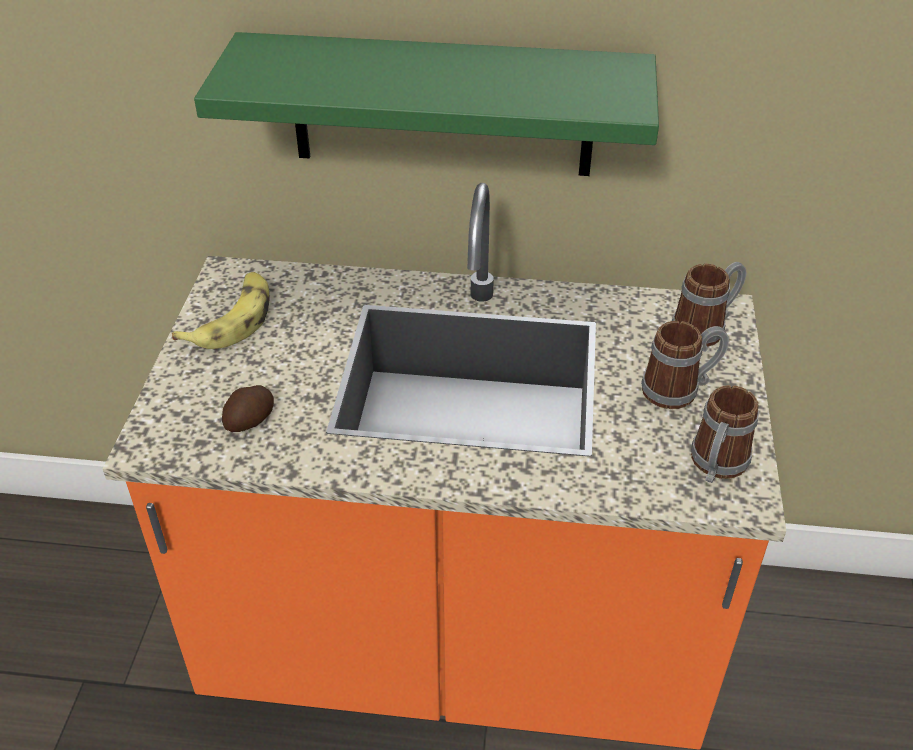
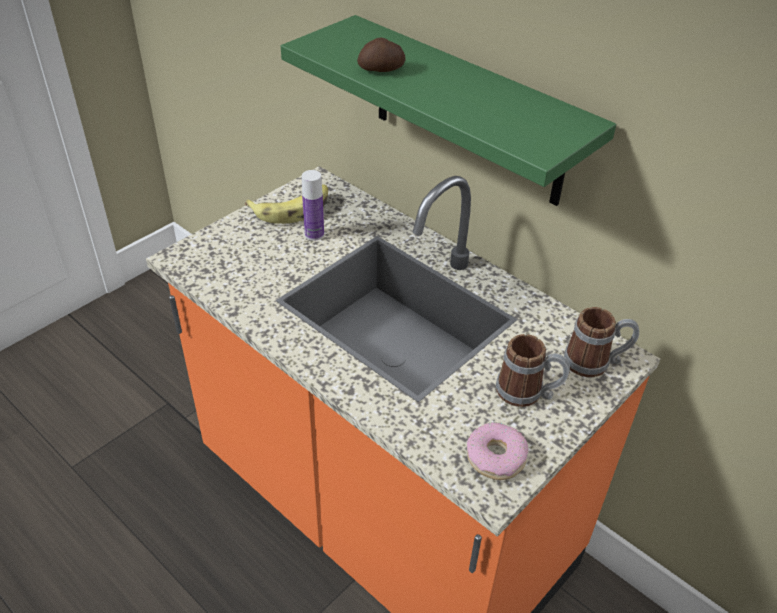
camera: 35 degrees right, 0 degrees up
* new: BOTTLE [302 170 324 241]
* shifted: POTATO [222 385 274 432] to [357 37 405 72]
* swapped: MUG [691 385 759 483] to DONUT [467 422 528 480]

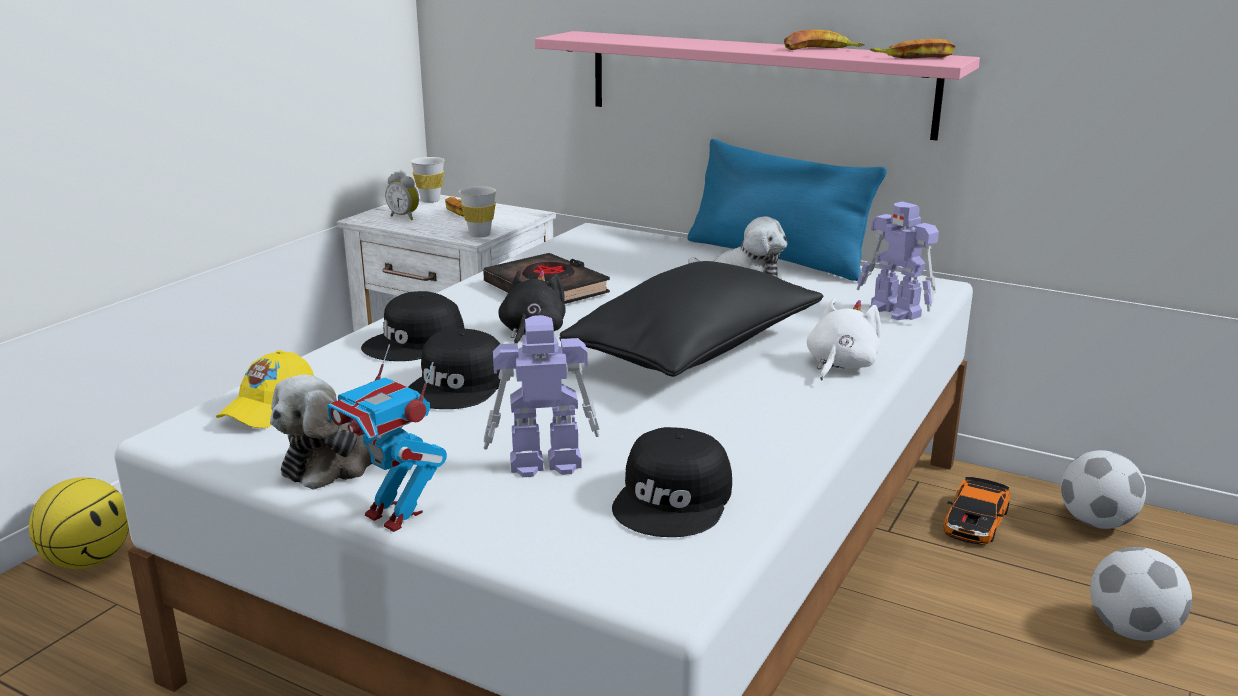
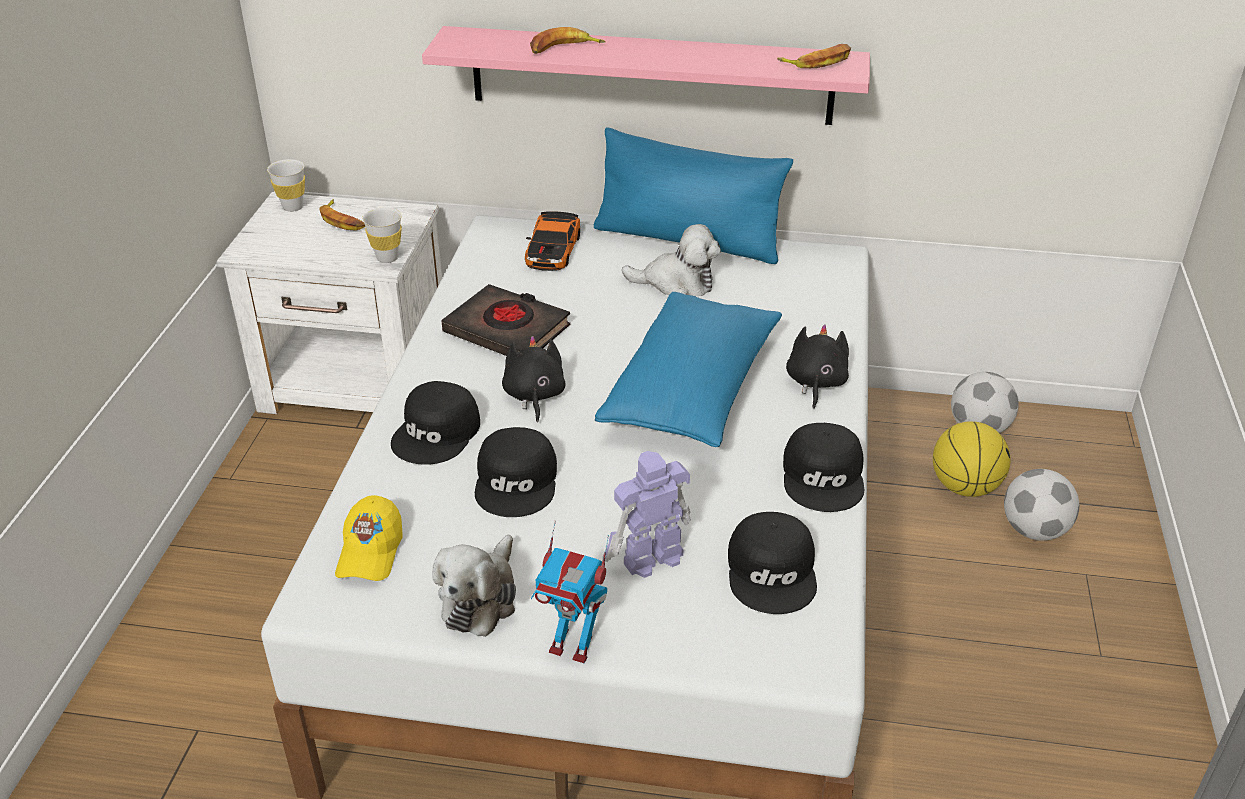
camera: 20 degrees left, 15 degrees up
* gone: ALARM CLOCK [385 174 419 220]
* gone: TOY ROBOT [857 201 939 320]
* new: BLACK CAP [783 423 864 512]
* shifted: BASKETBALL [29 477 129 569] to [933 421 1010 497]
* shifted: BANANA [784 30 865 50] to [530 27 606 54]
* shifted: TOY CAR [943 477 1010 545] to [525 211 580 271]
* repainted: BLACK PILLOW [560 261 823 377] to BLUE PILLOW [595 292 782 447]
* repainted: WHITE PLUSH TOY [807 298 881 381] to BLACK PLUSH TOY [786 324 849 409]

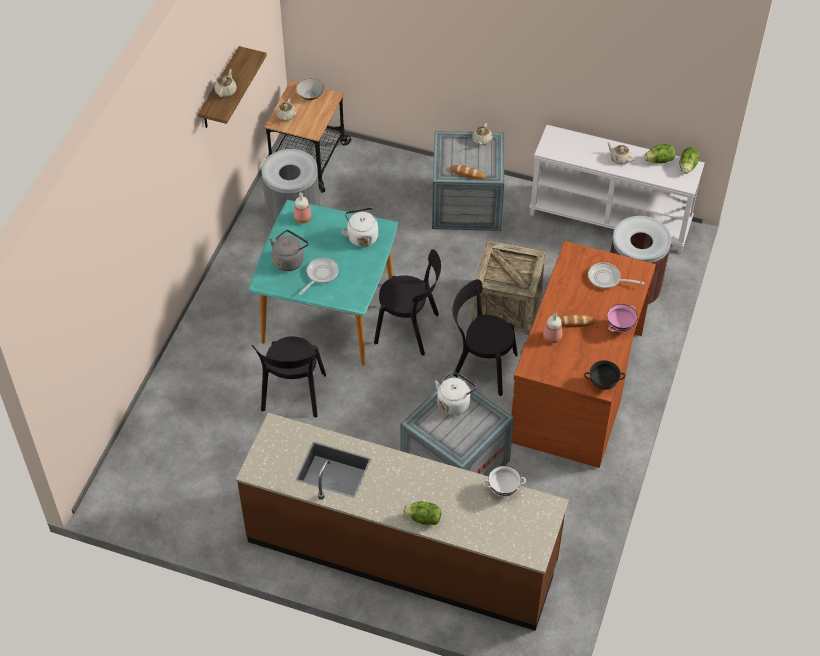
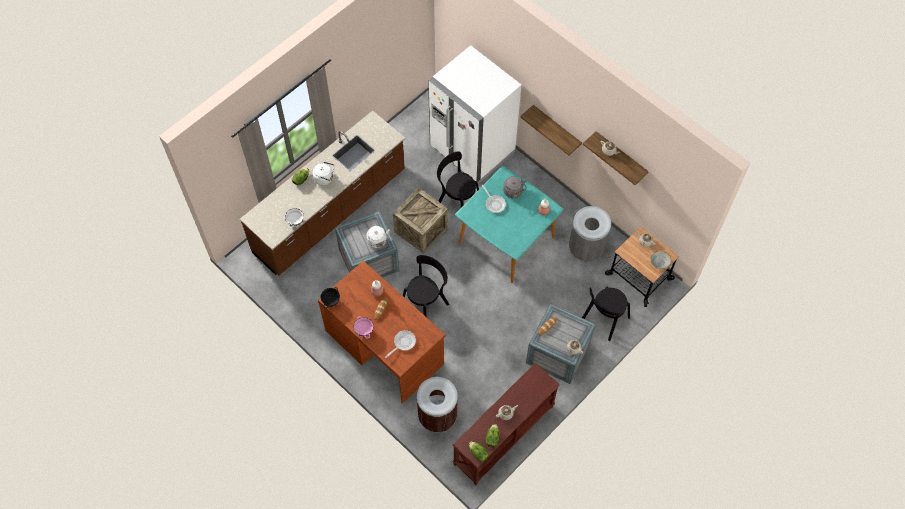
camera: 115 degrees right, 10 degrees up
* new: WHITE FRIDGE [428 45 522 183]
* new: SHELF [520 105 582 155]
* shifted: WHITE KETTLE [341 207 378 247] to [313 160 335 186]
* shifted: BLACK CHAIR [374 249 441 356] to [582 287 630 341]
* shifted: CRATE [471 240 546 335] to [393 187 448 254]
* repainted: WHITE CONSOLE TABLE [529 125 704 253] to BROWN CONSOLE TABLE [453 363 560 485]

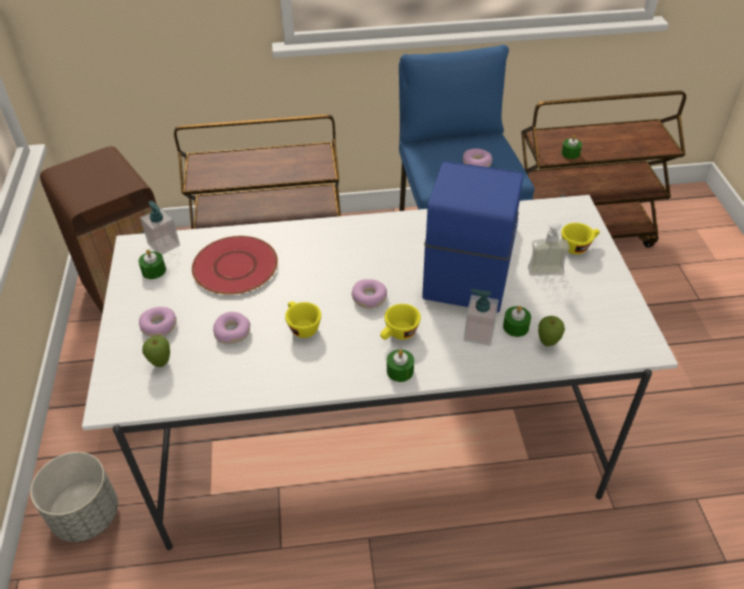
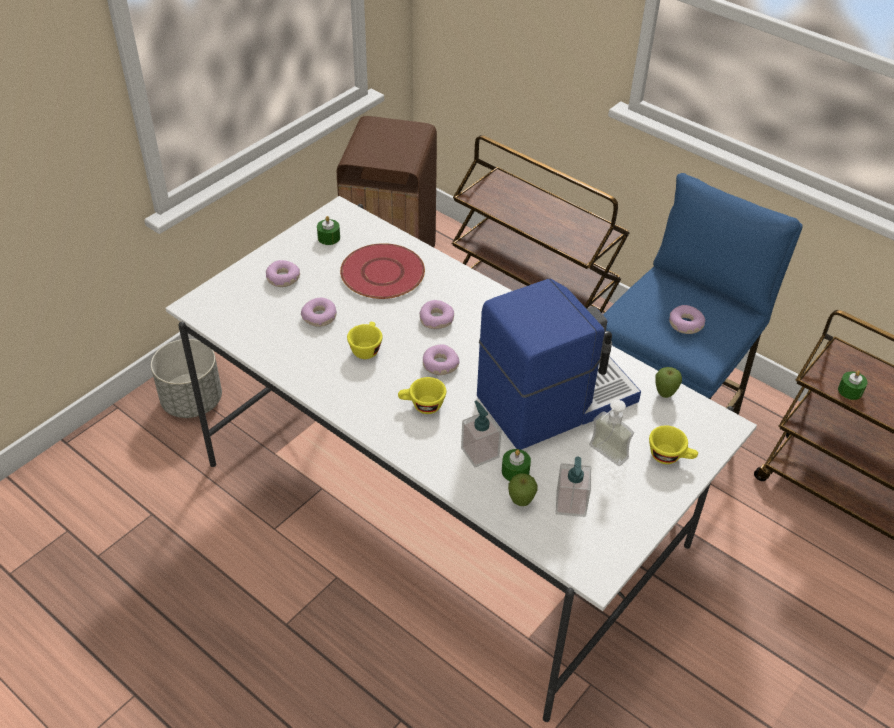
camera: 45 degrees right, 0 degrees up
* gone: GREEN CANDLE [387 349 414 382]
* new: DONUT [419 300 454 329]
* shifted: SOAP DISPENSER [140 201 180 255] to [556 457 591 517]
* shifted: APPLE [142 336 170 367] to [655 367 682 398]

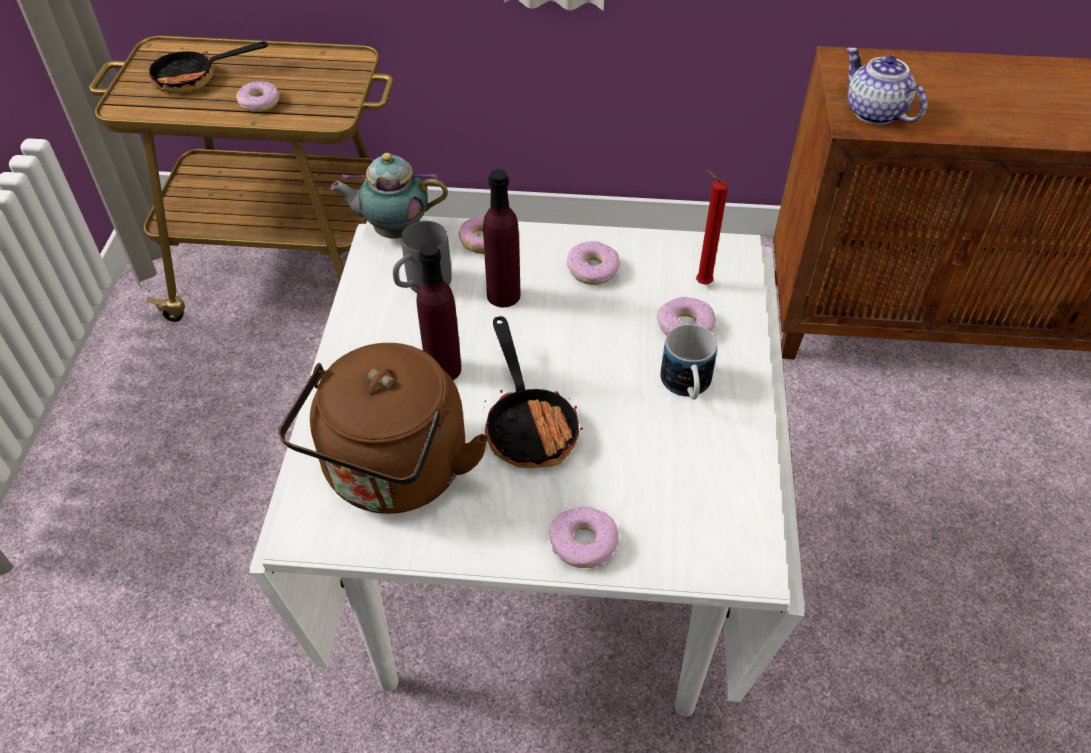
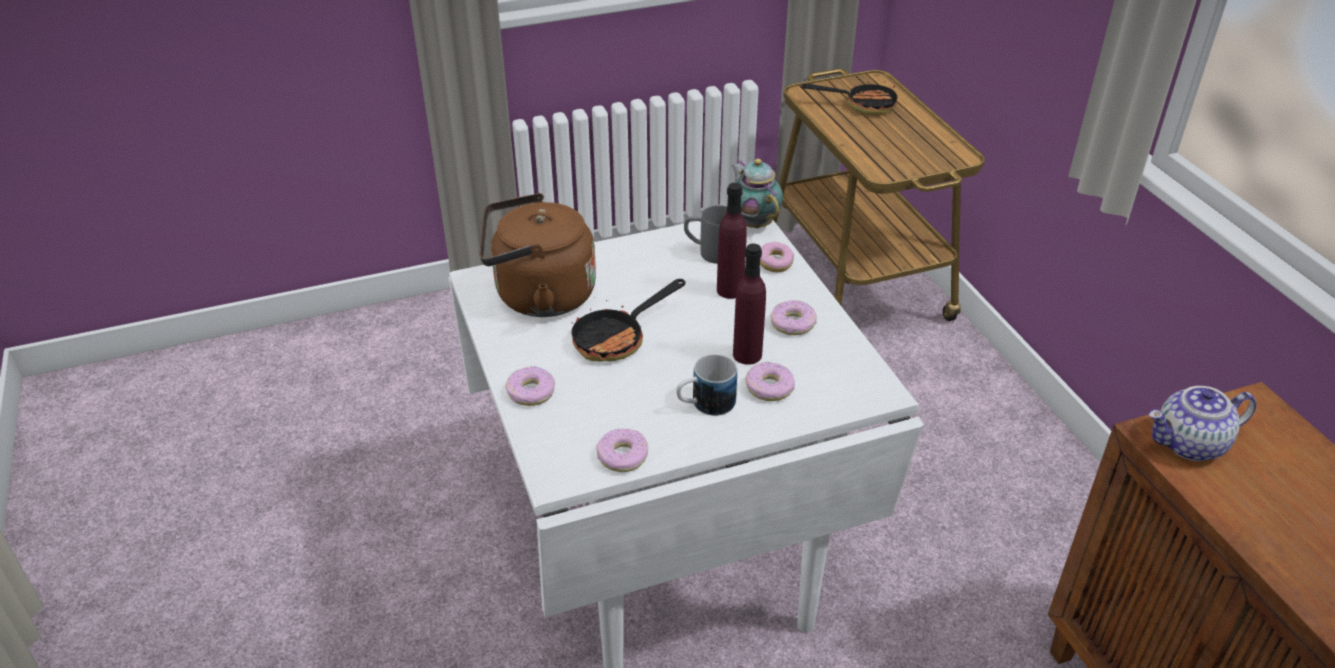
camera: 65 degrees right, 10 degrees down
* gone: RED CANDLE [696 170 728 284]
* shifted: DONUT [236 81 280 112] to [597 429 648 472]
* shifted: PURPLE BOTTLE [416 243 461 380] to [733 243 766 365]
* rotated: FRYING PAN [149 38 268 93] = [802 80 897 115] 135 degrees clockwise
* rotated: TEAPOT [847 47 927 125] = [1149 386 1257 461] 135 degrees counterclockwise

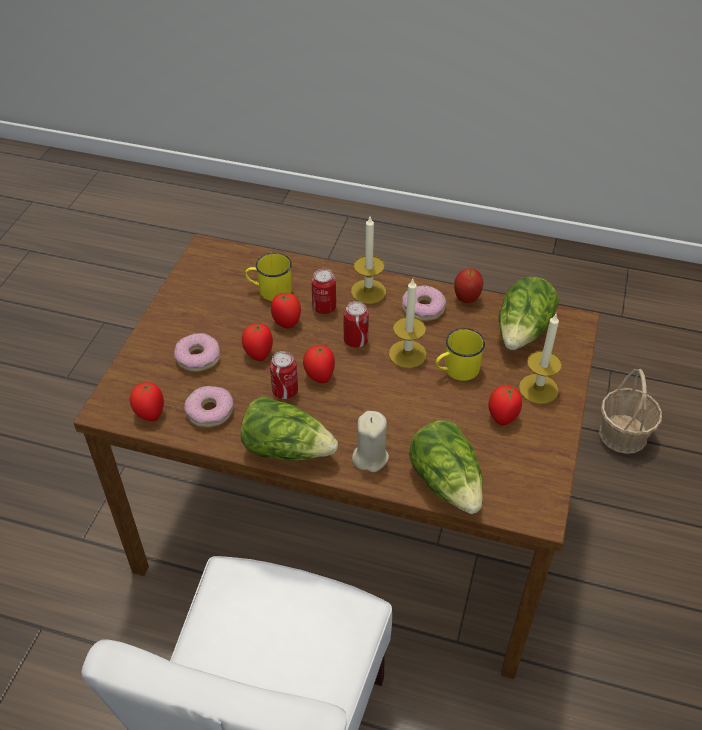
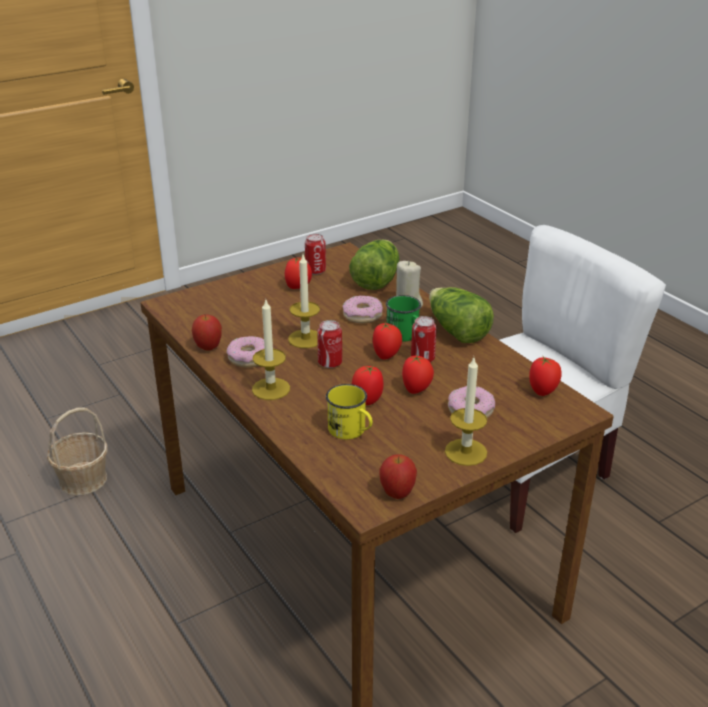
camera: 140 degrees left, 15 degrees down
* gone: YELLOW MUG [436 328 485 381]
* gone: LETTUCE [499 277 559 350]
* new: APPLE [379 454 417 499]
* new: GREEN MUG [386 295 421 342]
* shifted: DONUT [184 386 233 428] to [342 296 383 323]
* shifted: CAN [312 269 336 314] to [305 234 326 275]
* shifted: CANDLE [519 314 562 404] to [445 358 487 466]

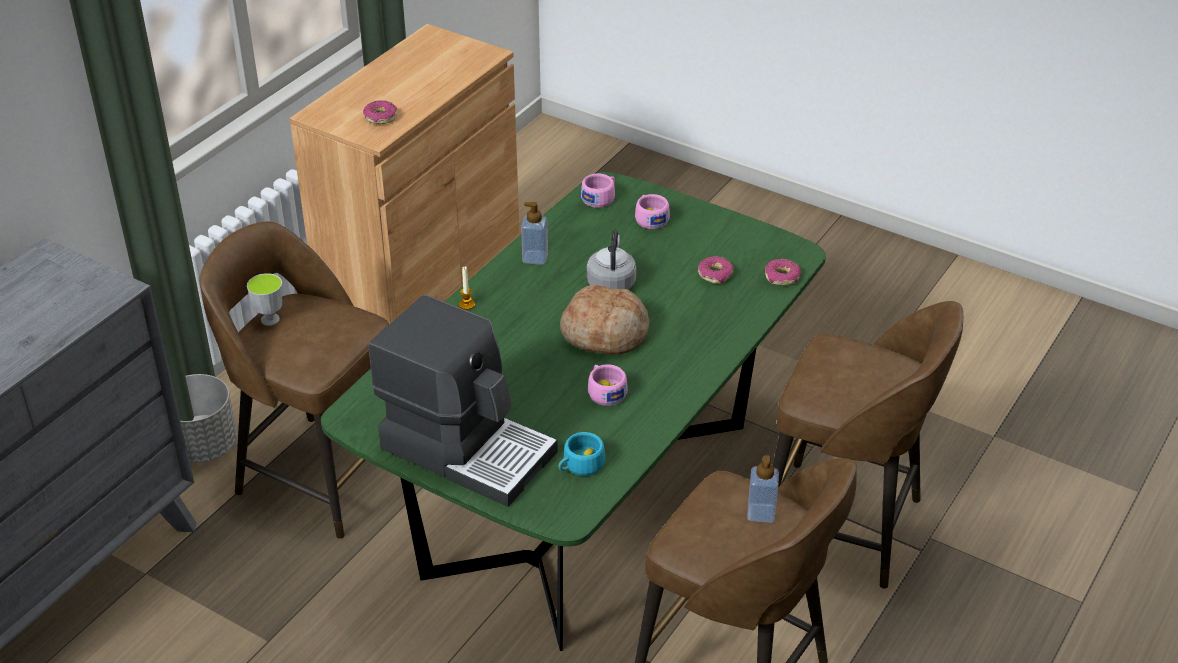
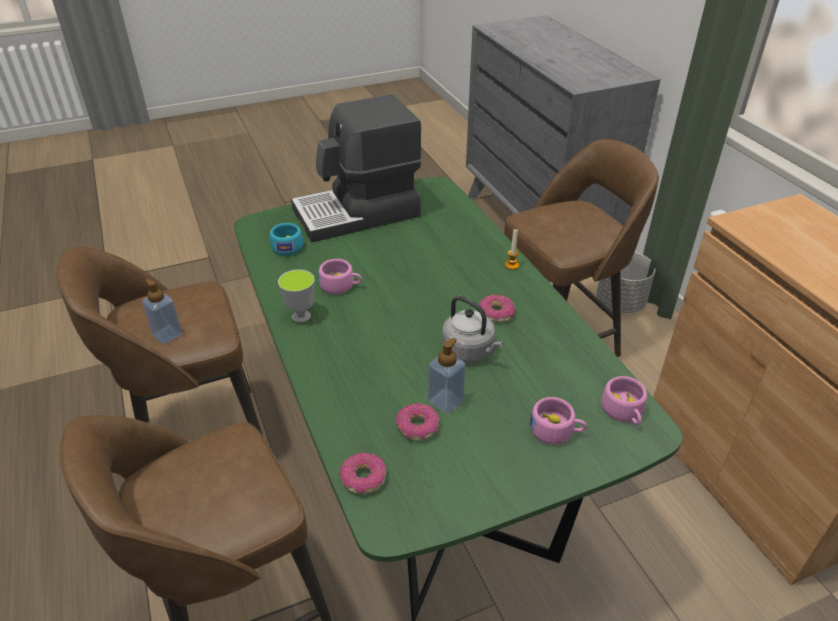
camera: 125 degrees right, 0 degrees up
* gone: BREAD [560 285 650 355]
* shifted: CUP [247 273 282 326] to [278 269 315 323]
* shifted: DONUT [363 100 397 124] to [479 295 515 322]
* shifted: SOAP DISPENSER [521 202 548 265] to [428 338 466 414]

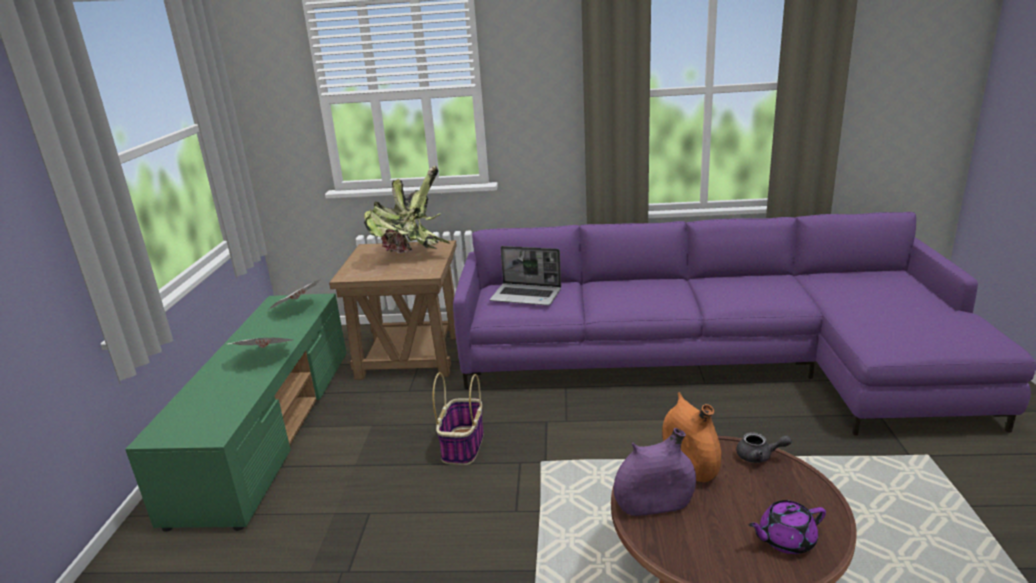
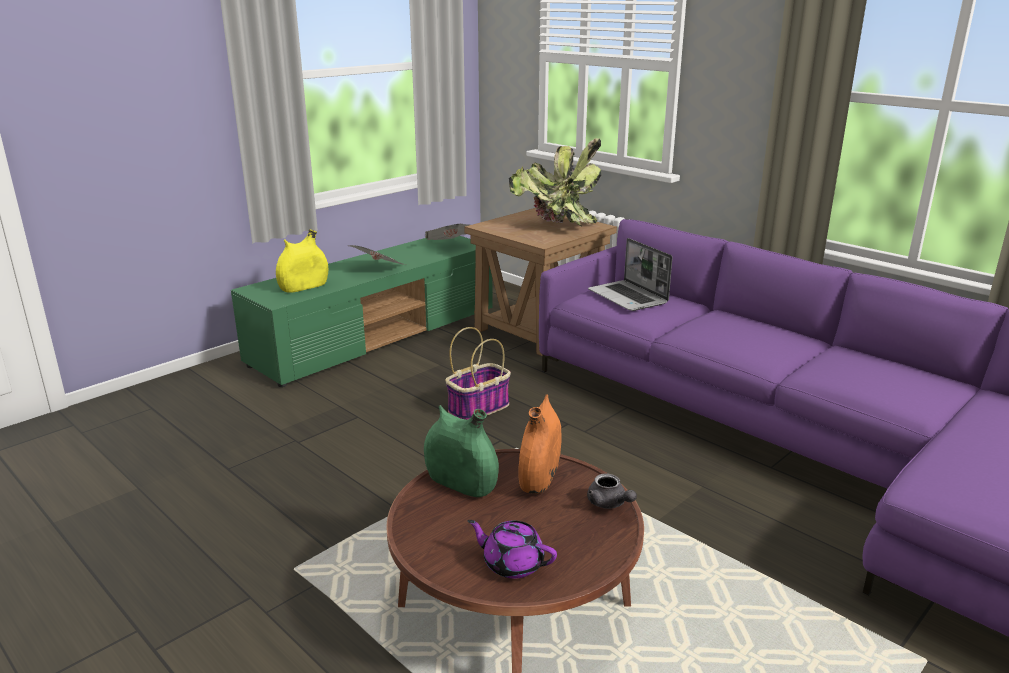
camera: 40 degrees right, 0 degrees up
* new: YELLOW VASE [276 229 328 293]
* repainted: PURPLE VASE [614 428 696 516] to GREEN VASE [424 405 499 497]

